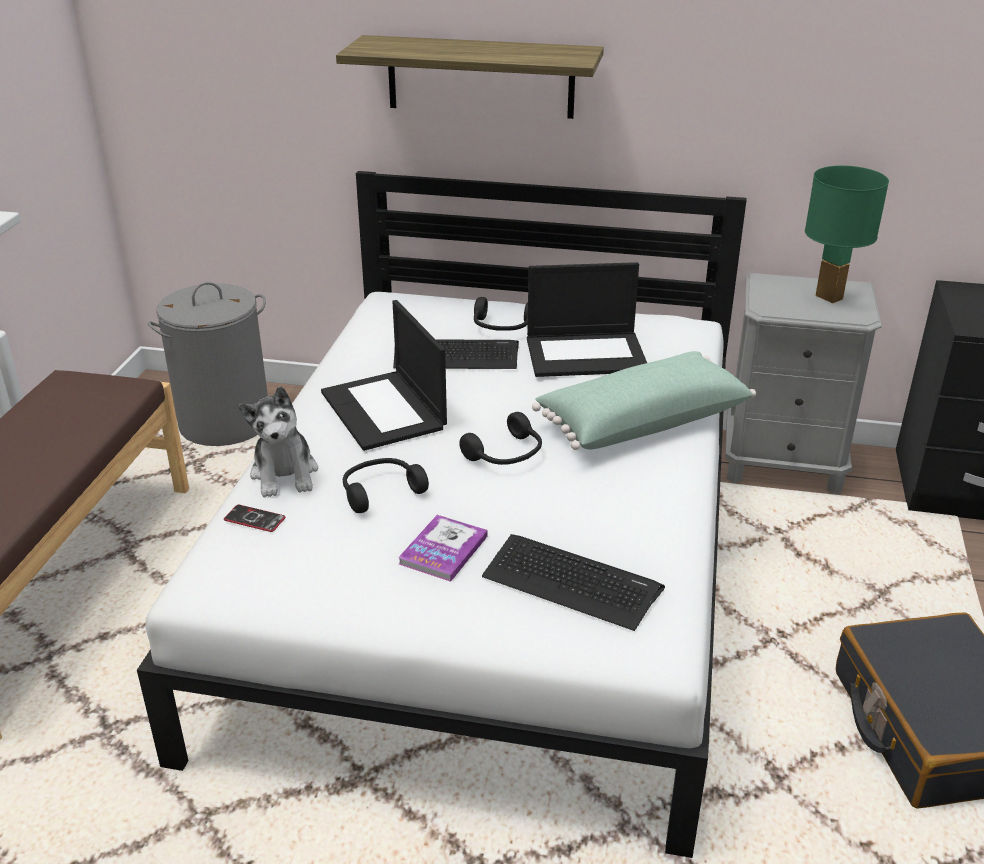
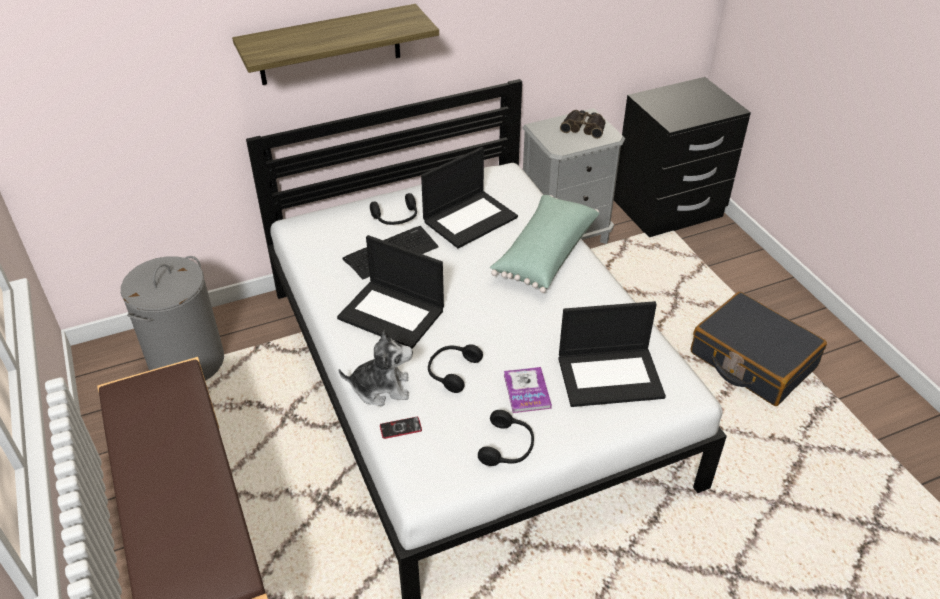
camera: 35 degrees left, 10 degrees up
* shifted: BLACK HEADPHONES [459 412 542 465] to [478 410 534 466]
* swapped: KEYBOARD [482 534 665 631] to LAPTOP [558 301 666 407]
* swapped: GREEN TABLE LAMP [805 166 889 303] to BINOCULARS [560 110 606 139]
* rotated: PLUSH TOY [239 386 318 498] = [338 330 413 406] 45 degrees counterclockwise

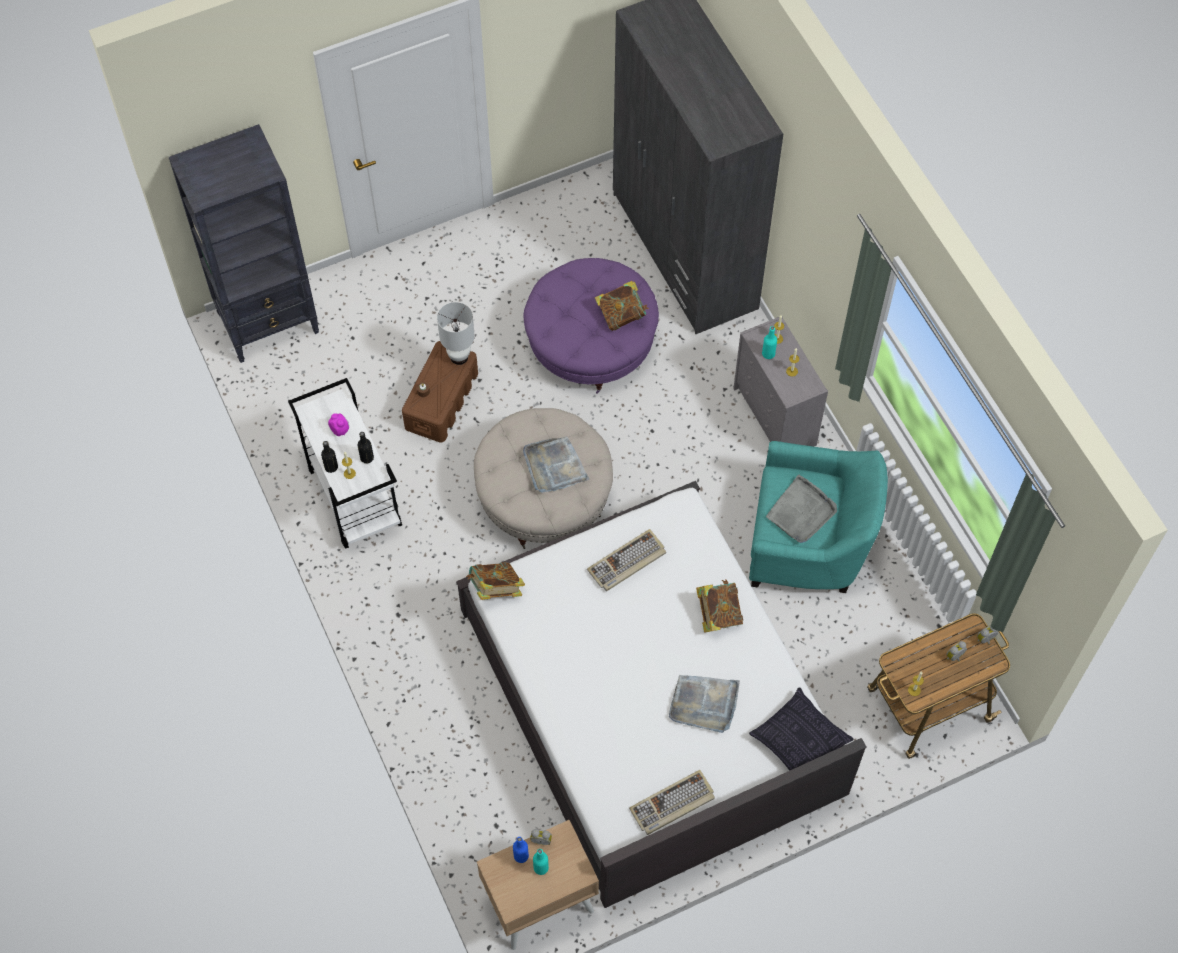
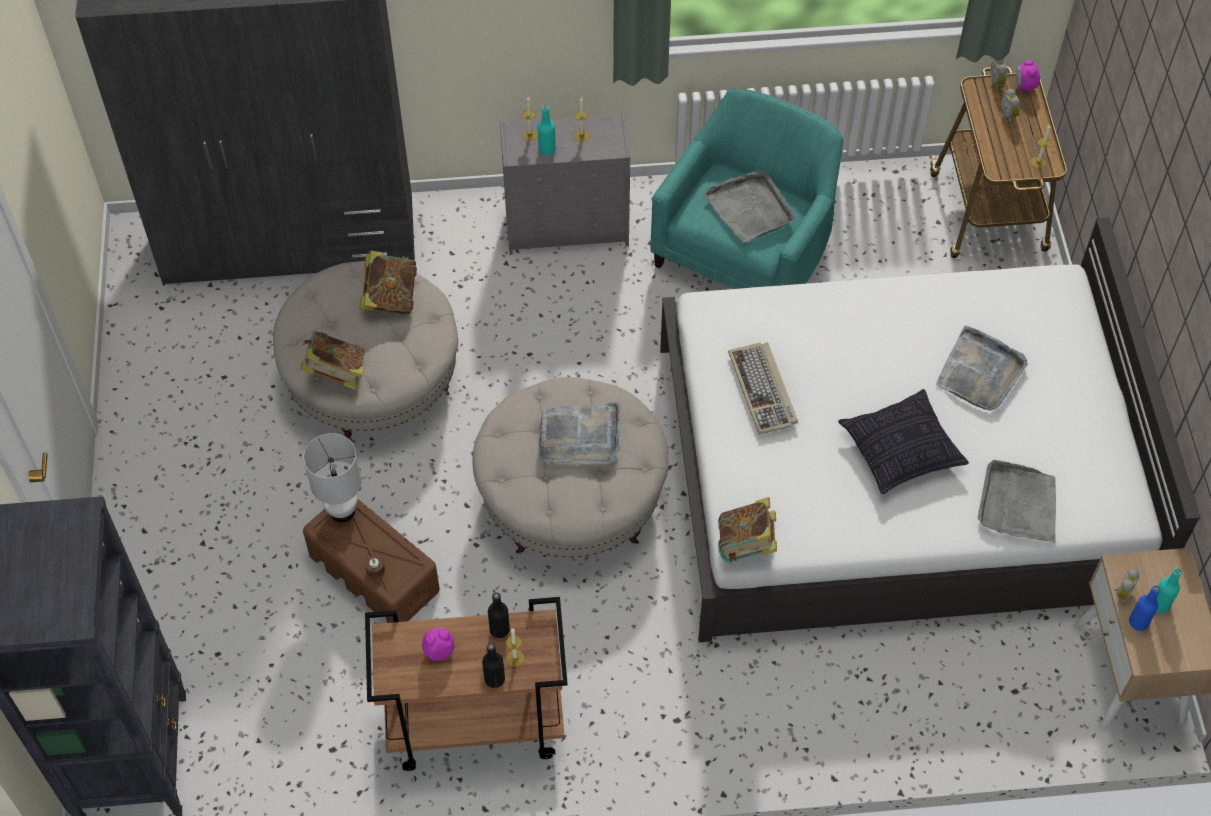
camera: 70 degrees left, 5 degrees down
* gone: KEYBOARD [629 770 715 835]
* new: GREY TRAY [977 460 1056 543]
* new: ALARM CLOCK [1016 60 1040 93]
* shifted: BOOK [696 580 743 633] to [300 331 365 390]
* shifted: PILLOW [749 687 854 786] to [838 389 969 494]
* repainted: WHITE CART [288 378 402 549] to BROWN CART [365 597 568 771]
* repainted: PURPLE OTTOMAN [523 258 659 394] to BEIGE OTTOMAN [273 261 458 442]

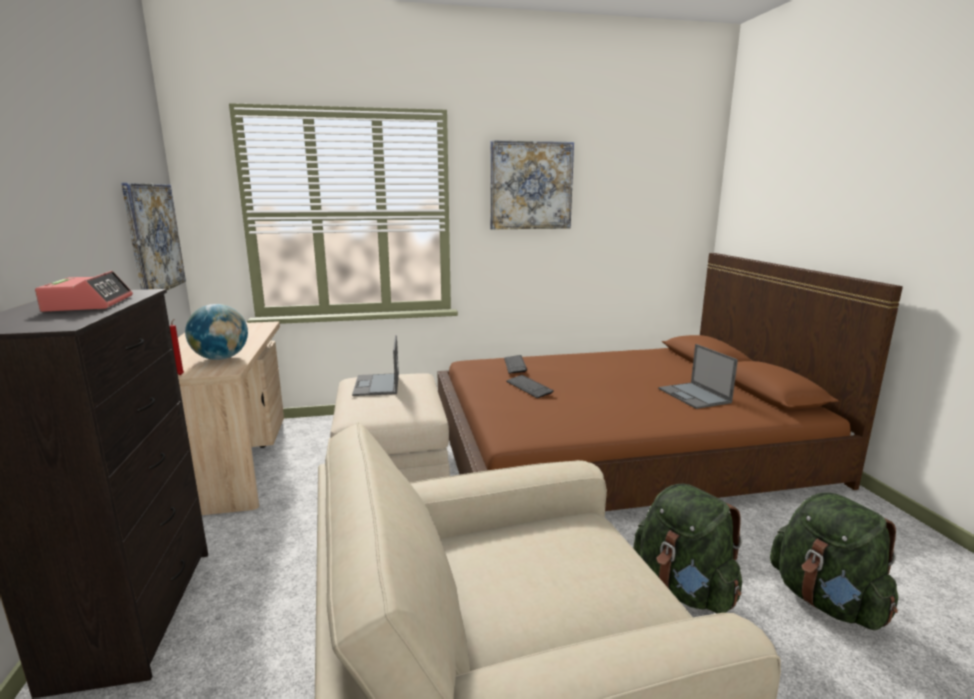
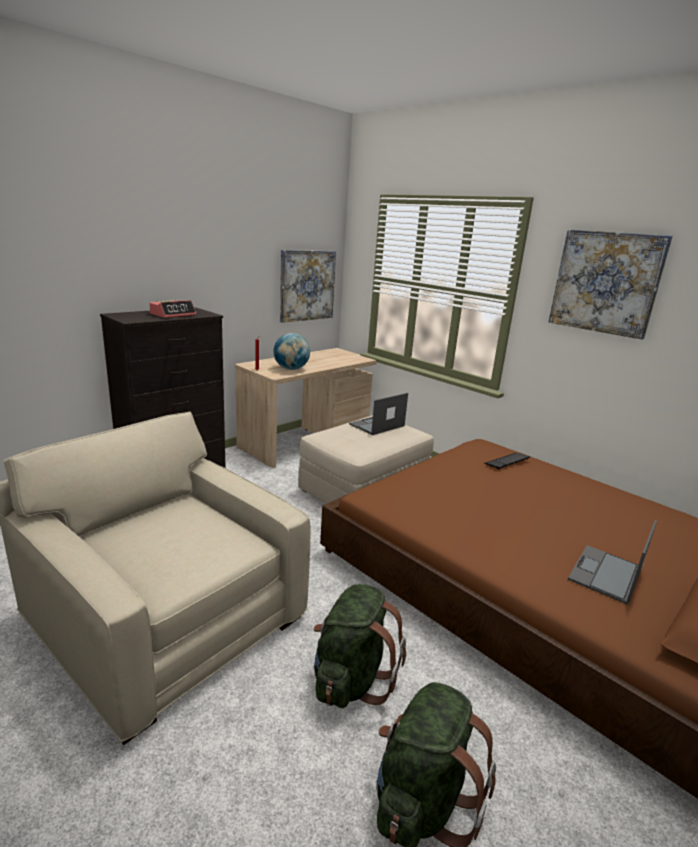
camera: 55 degrees right, 5 degrees up
* gone: KEYBOARD [506 375 554 398]

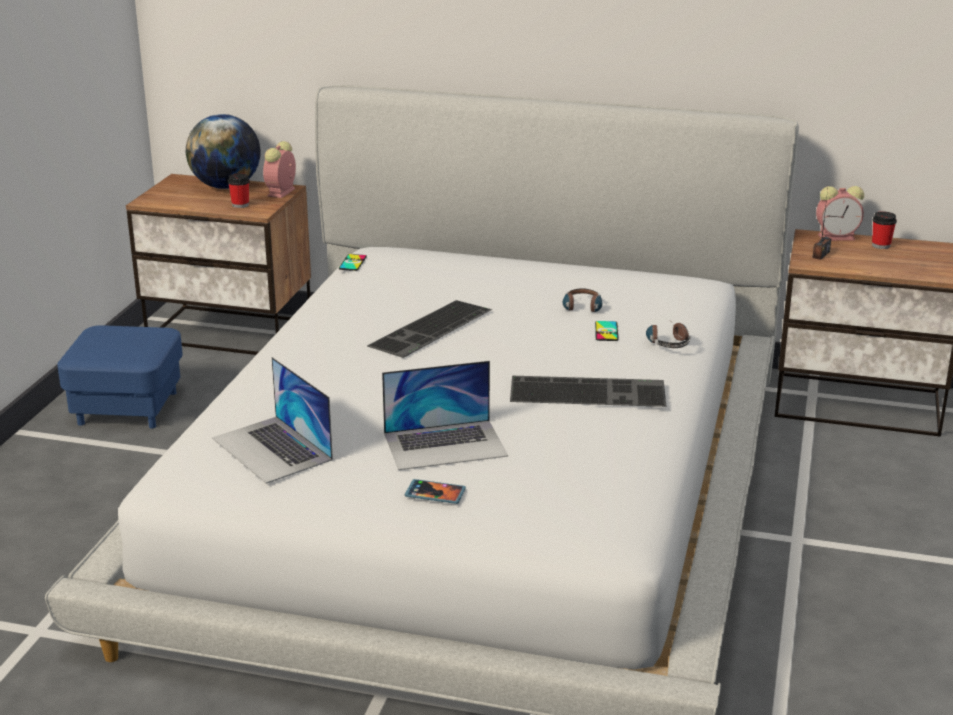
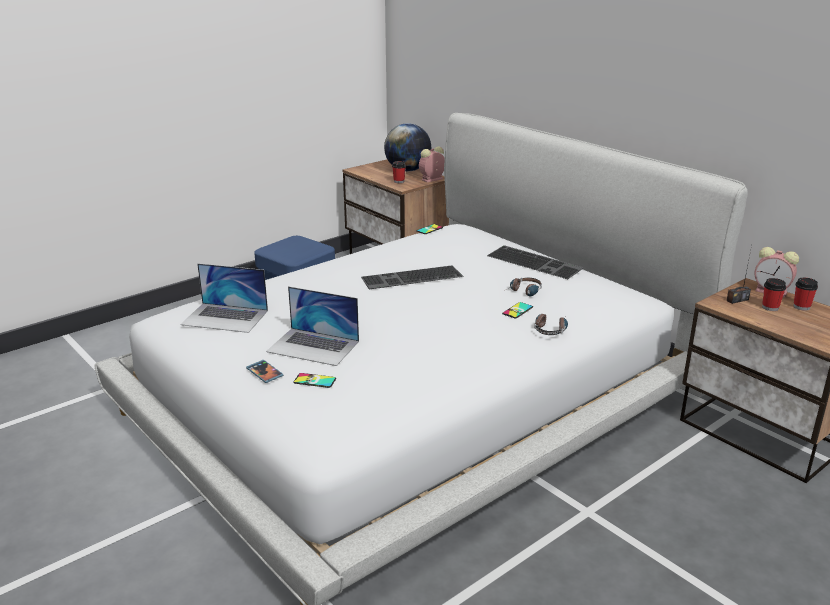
camera: 35 degrees right, 0 degrees up
* new: PHONE [293 373 336 388]
* new: CUP [762 278 786 311]
* shifted: KEYBOARD [510 376 666 407] to [487 245 584 279]
* rotated: LAPTOP [212 357 333 484] = [180 263 268 333] 75 degrees counterclockwise

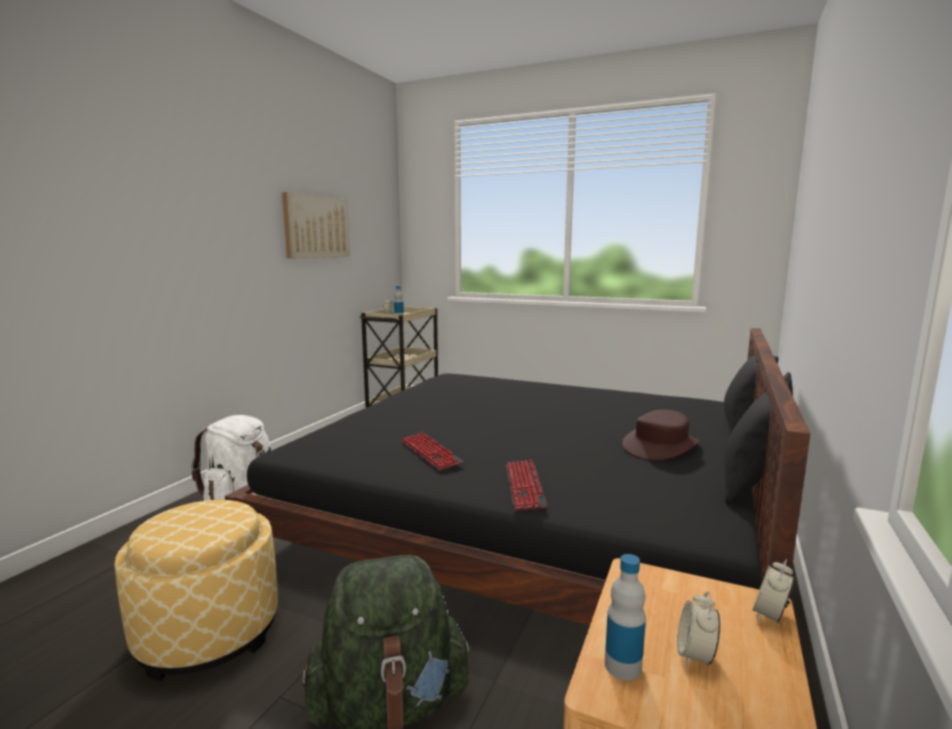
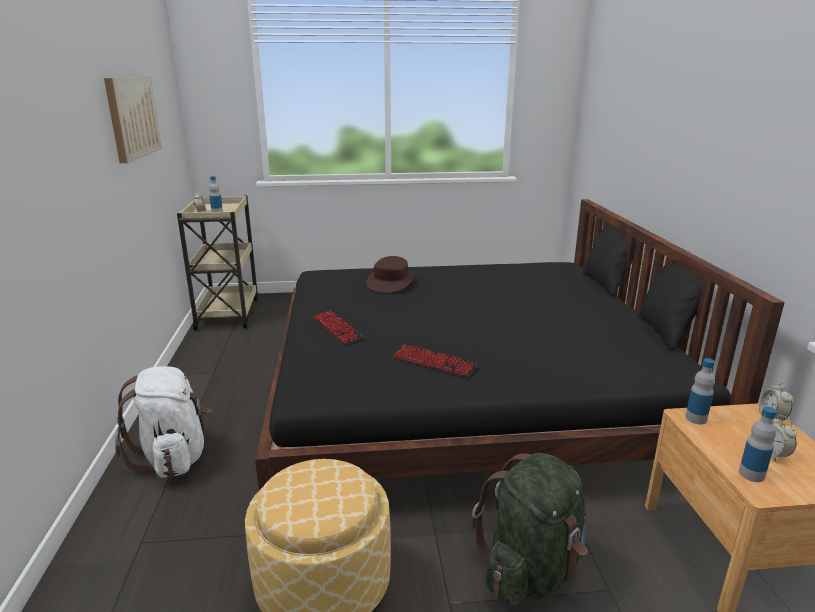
camera: 30 degrees left, 10 degrees up
* new: BOTTLE [685 358 715 424]
* shifted: KEYBOARD [506 460 547 510] to [313 310 363 345]
* shifted: BROWN HAT [622 410 699 460] to [366 256 415 294]

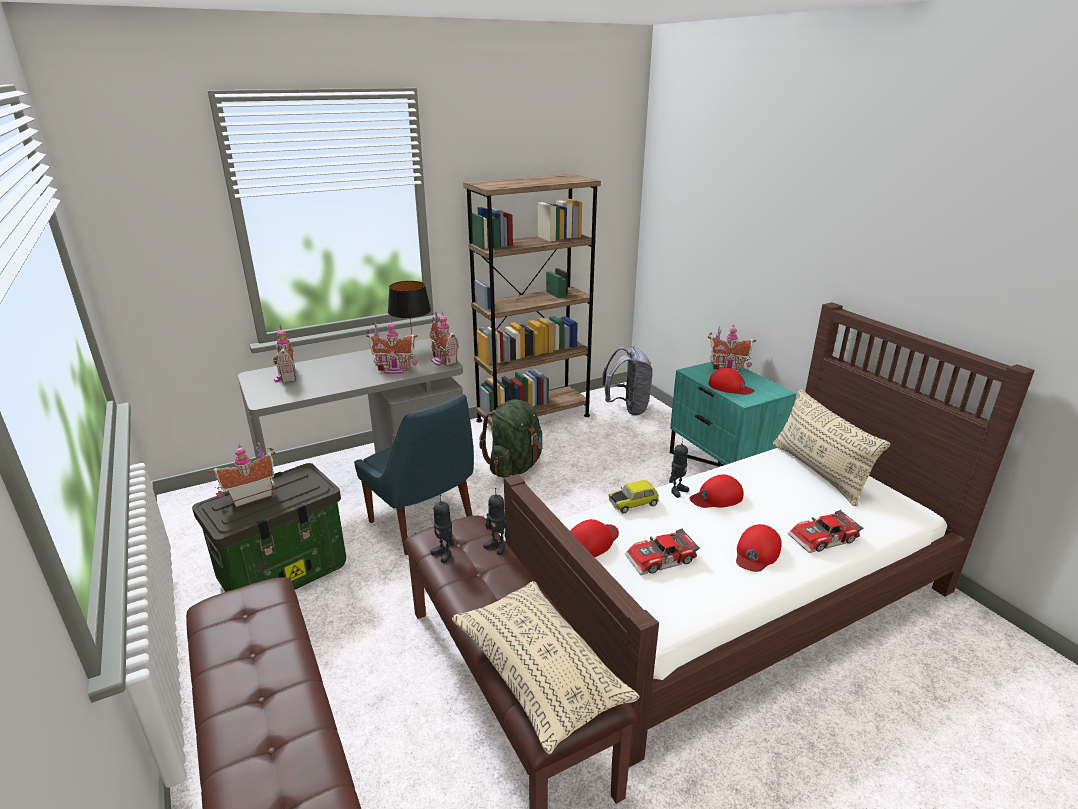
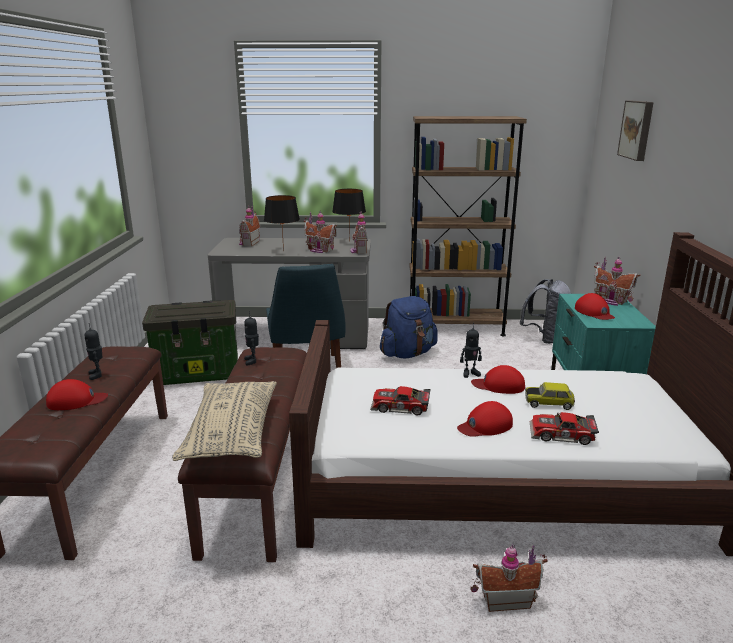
camera: 30 degrees right, 5 degrees down
* gone: BEIGE PILLOW [773 389 890 506]
* new: BLACK TABLE LAMP [264 195 300 251]
* new: PICTURE [617 101 654 161]
* shifted: TOY HOUSE [209 442 275 507] to [471 544 547 612]
* shifted: TOY ROBOT [483 488 510 555] to [85 323 102 380]
* shifted: RED CAP [570 519 619 557] to [46 379 108 410]
* shifted: TOY CAR [608 480 659 514] to [525 382 575 410]
* repainted: GREEN BACKPACK [479 399 543 478] to BLUE BACKPACK [380 296 438 358]

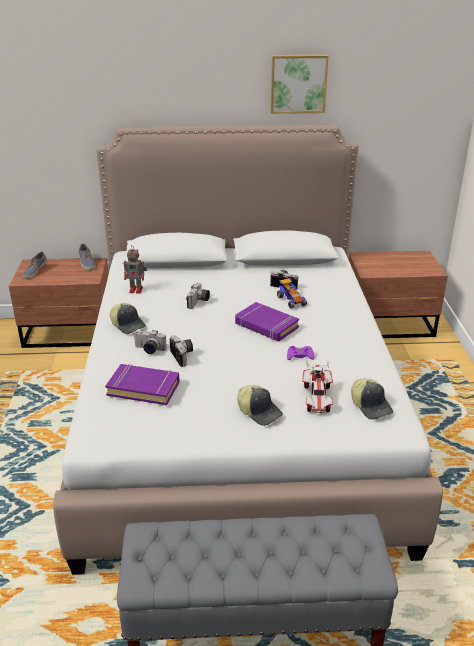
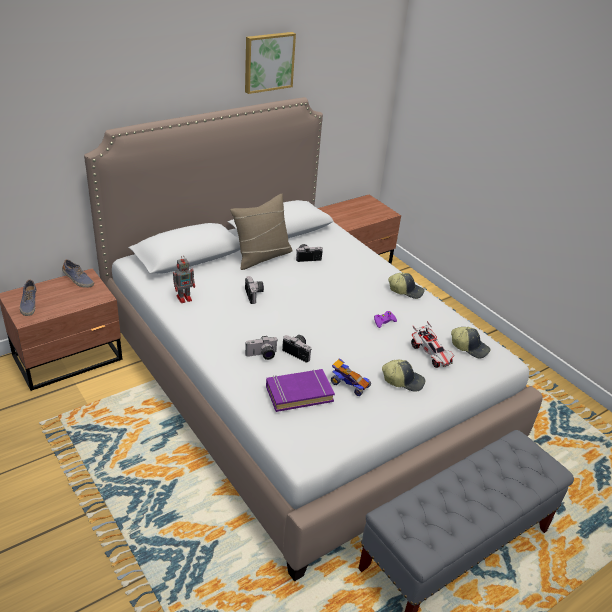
camera: 35 degrees left, 5 degrees up
* gone: PURPLE BOOK [235 302 299 342]
* new: BEIGE PILLOW [230 194 293 270]
* shifted: CAP [110 303 146 334] to [388 272 425 299]
* shifted: TOY CAR [277 278 307 308] to [331 358 371 396]

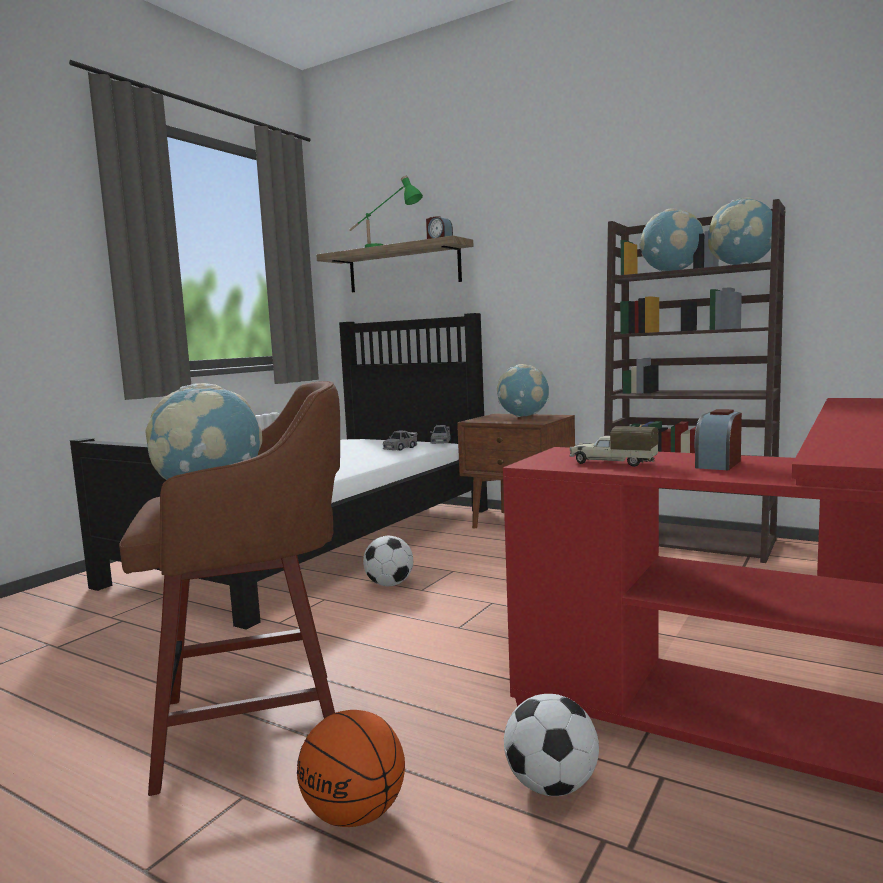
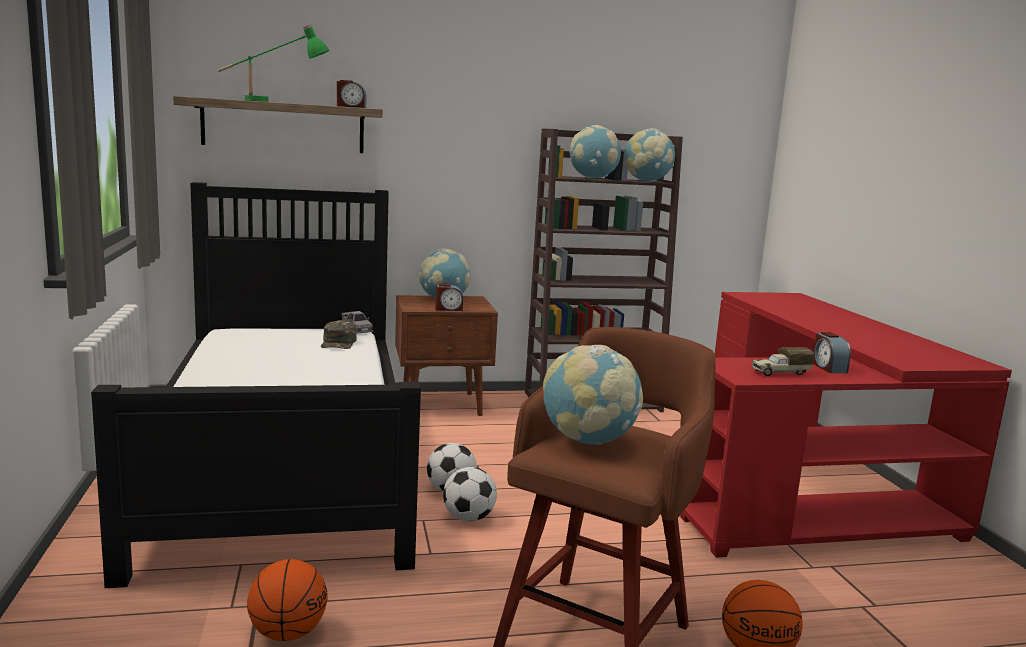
camera: 45 degrees left, 5 degrees up
* new: BASKETBALL [247 559 328 641]
* new: ALARM CLOCK [435 284 463 311]
* shifted: FOOTBALL [504 694 599 796] to [443 467 497 522]
* swapped: GREY TOY CAR [383 430 418 450] to GREEN CAP [321 320 357 349]

